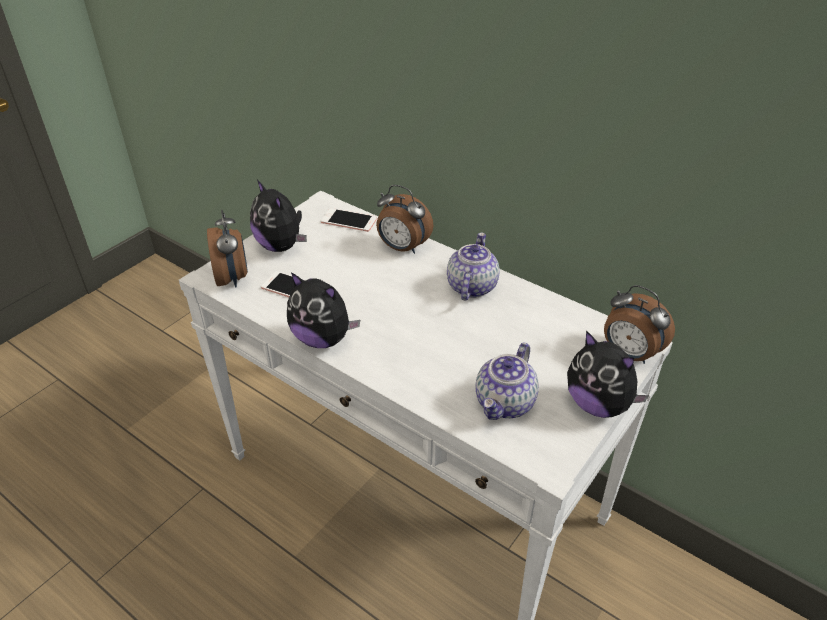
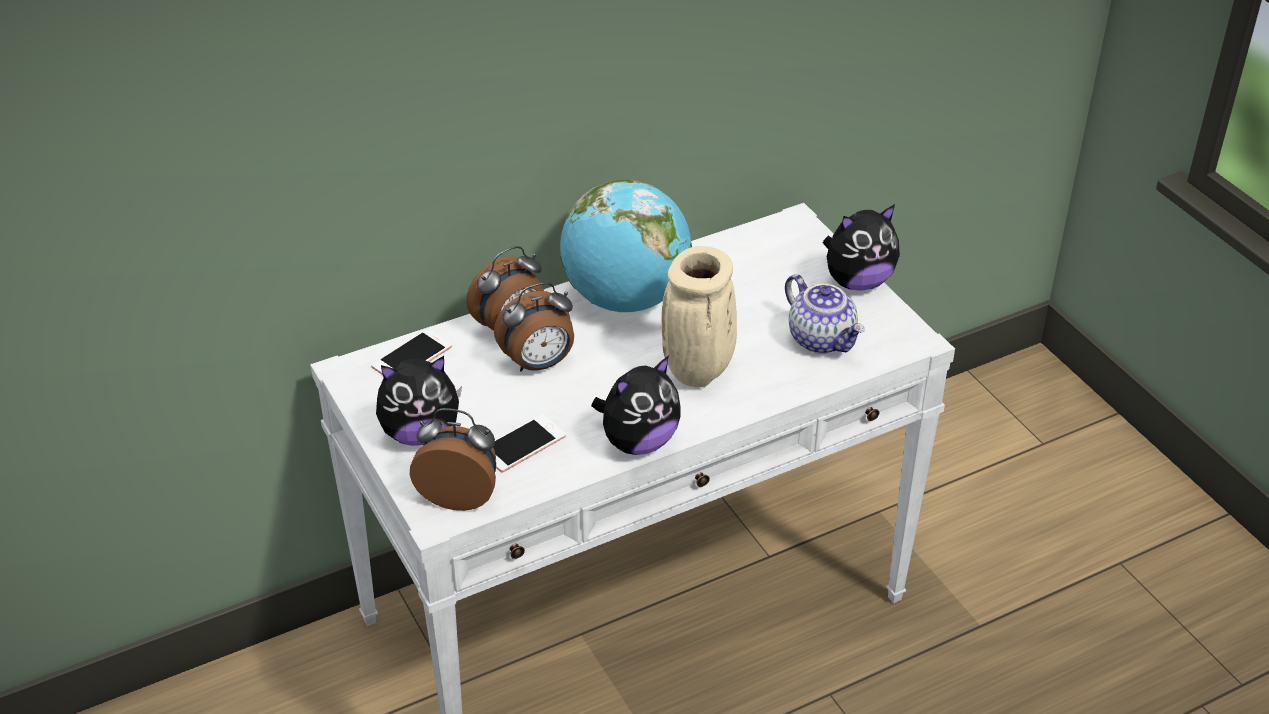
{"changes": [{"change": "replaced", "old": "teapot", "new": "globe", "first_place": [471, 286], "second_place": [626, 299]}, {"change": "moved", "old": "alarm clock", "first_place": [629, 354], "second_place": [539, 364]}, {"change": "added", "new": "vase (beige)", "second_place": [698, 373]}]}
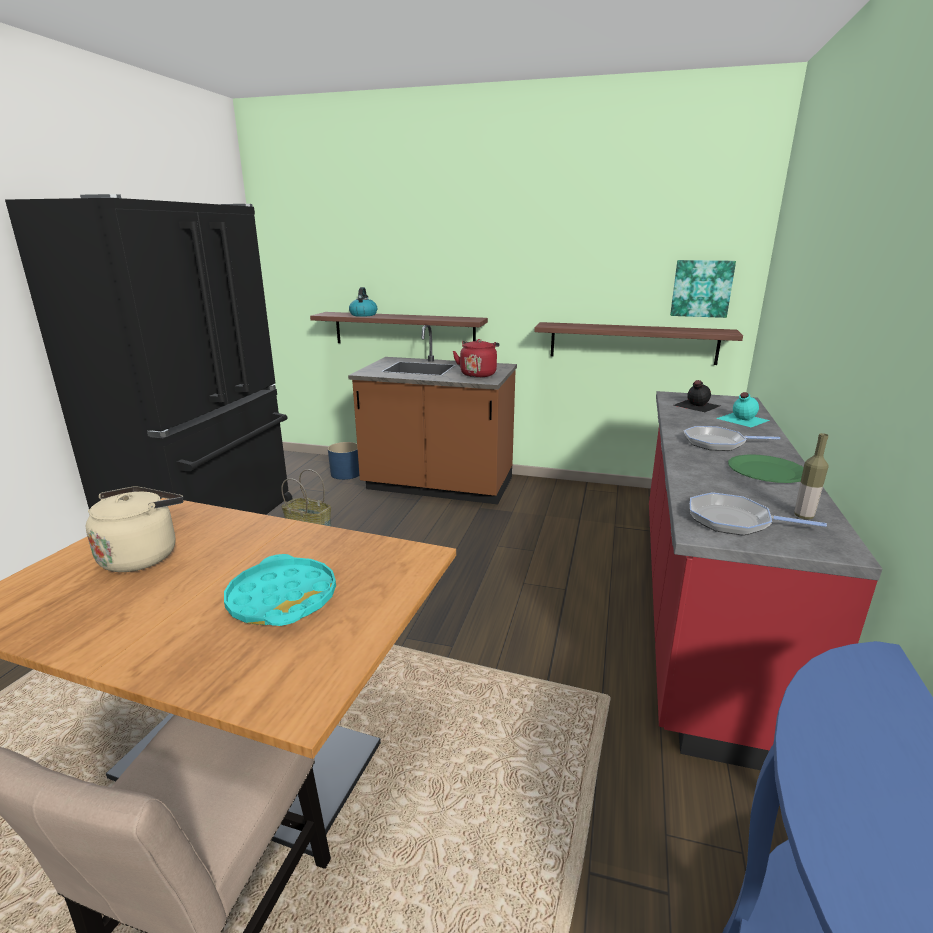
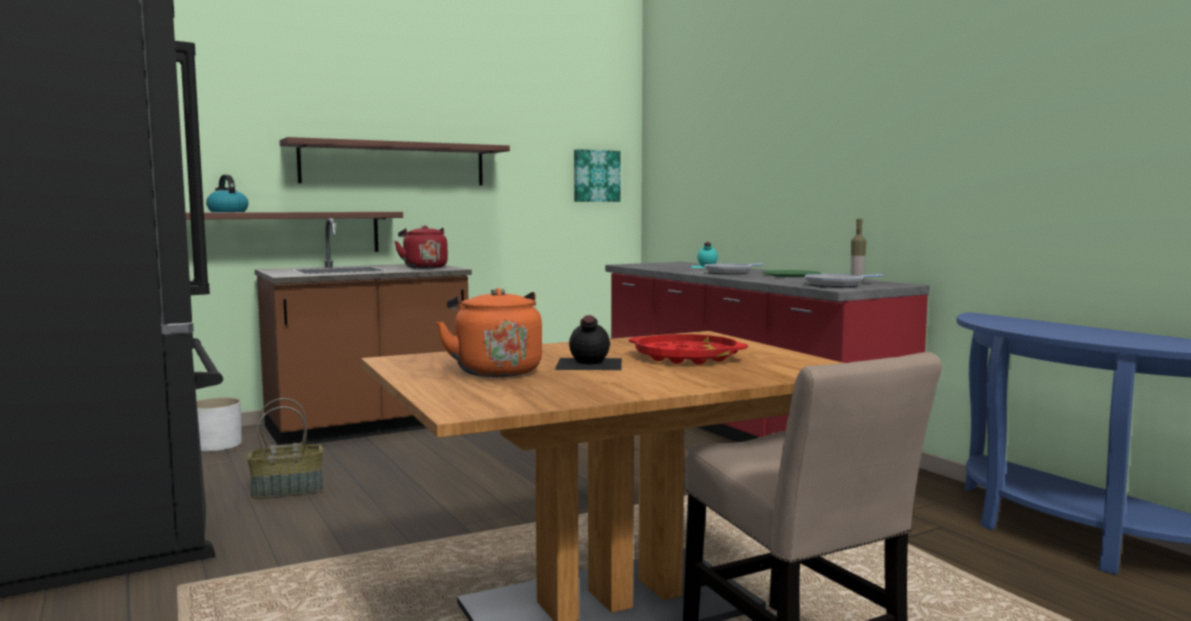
{"changes": [{"change": "moved", "old": "shelf", "first_place": [632, 343], "second_place": [394, 164]}, {"change": "moved", "old": "bottle (black)", "first_place": [695, 405], "second_place": [588, 364]}, {"change": "recoloured", "old": "planter (blue)", "new": "planter (white)", "first_place": [346, 473], "second_place": [217, 445]}, {"change": "recoloured", "old": "kettle (beige)", "new": "kettle (orange)", "first_place": [142, 555], "second_place": [495, 371]}, {"change": "recoloured", "old": "tray (turquoise)", "new": "tray (red)", "first_place": [282, 599], "second_place": [686, 357]}]}
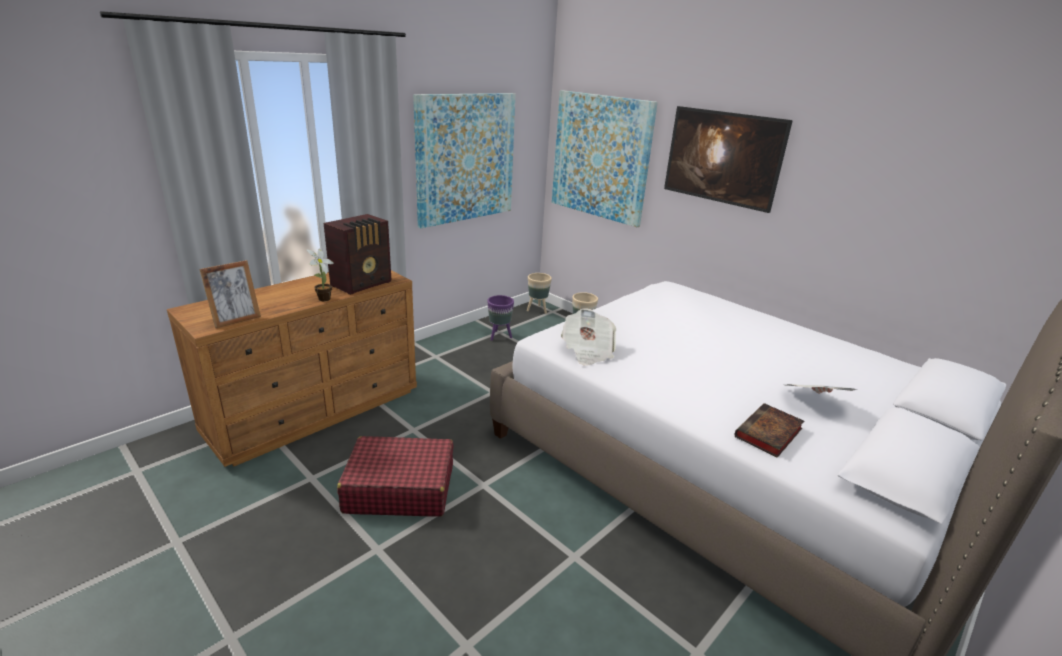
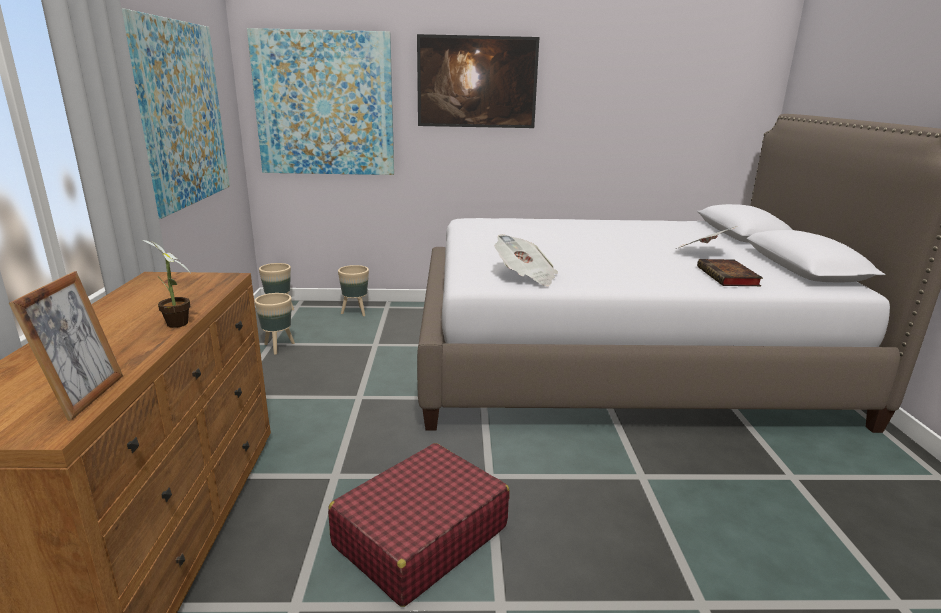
{"changes": [{"change": "removed", "old": "radio", "first_place": [363, 284]}, {"change": "recoloured", "old": "planter (purple)", "new": "planter (beige)", "first_place": [499, 336], "second_place": [278, 347]}]}
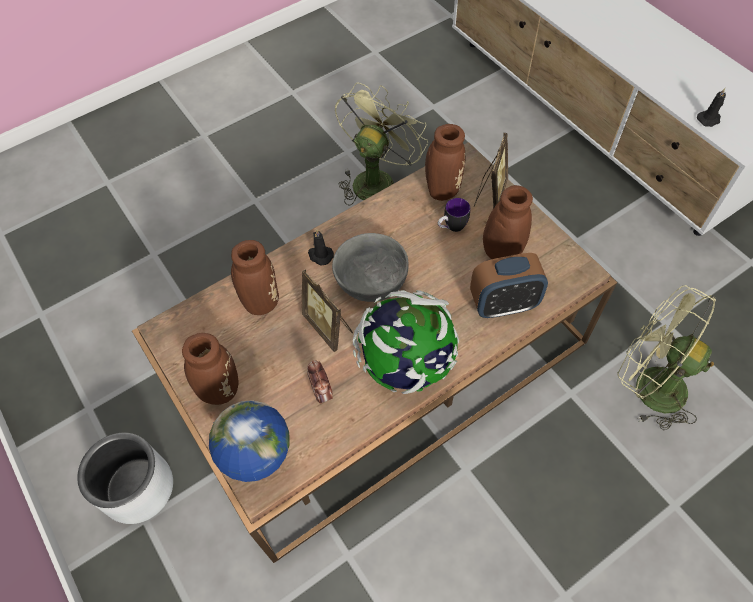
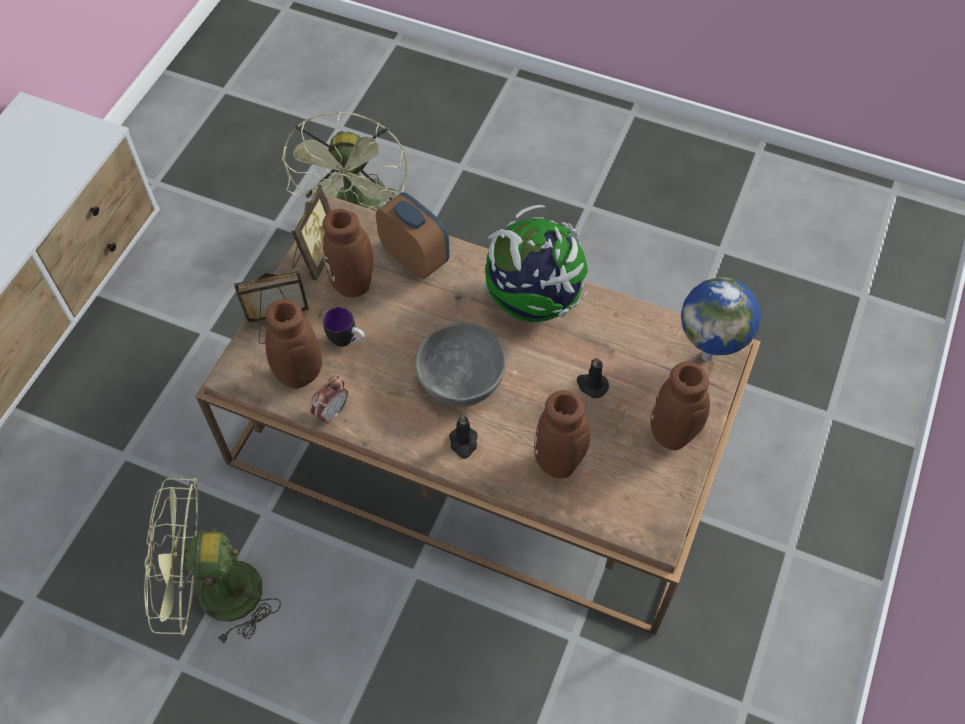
{"changes": [{"change": "moved", "old": "candle (black)", "first_place": [709, 119], "second_place": [591, 385]}, {"change": "moved", "old": "picture frame", "first_place": [329, 327], "second_place": [315, 256]}, {"change": "moved", "old": "alarm clock", "first_place": [322, 392], "second_place": [332, 412]}, {"change": "removed", "old": "planter (grey)", "first_place": [138, 489]}]}
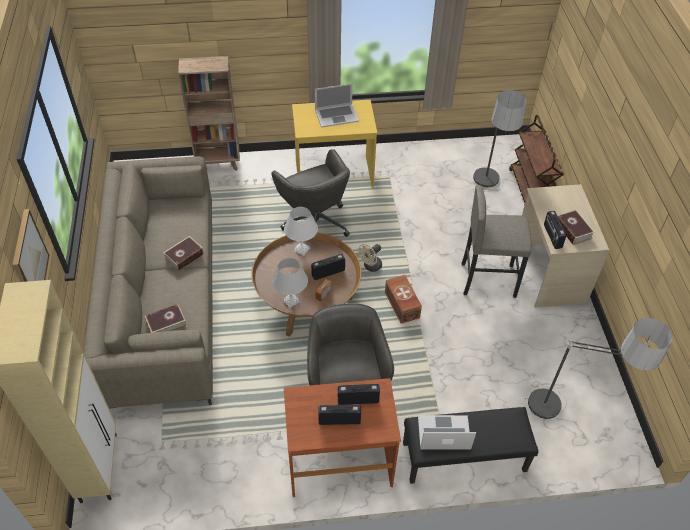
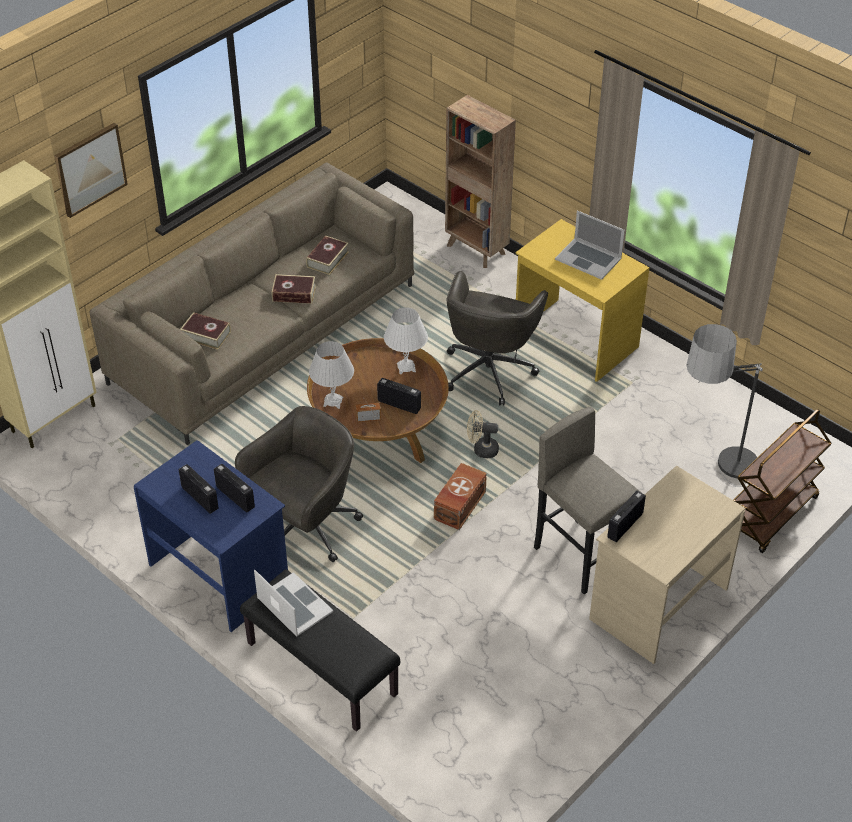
{"changes": [{"change": "moved", "old": "book", "first_place": [573, 230], "second_place": [327, 259]}, {"change": "removed", "old": "floor lamp", "first_place": [569, 416]}, {"change": "recoloured", "old": "desk (brown)", "new": "desk (blue)", "first_place": [339, 460], "second_place": [220, 574]}]}
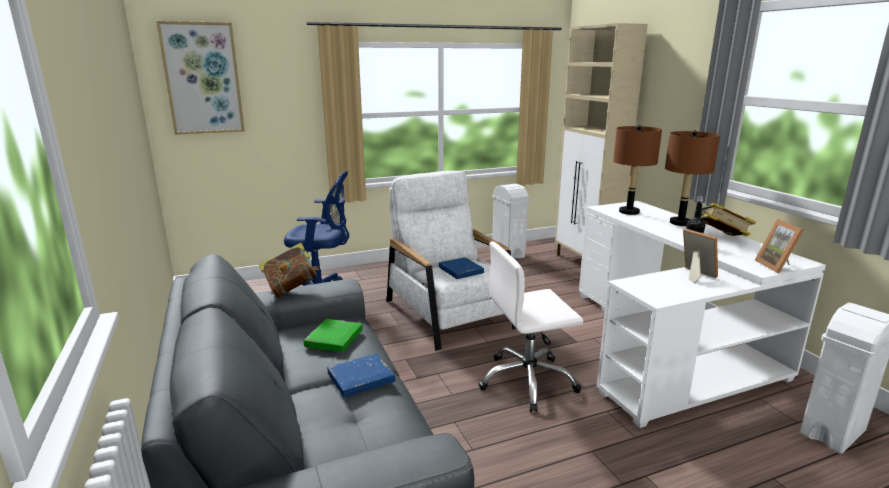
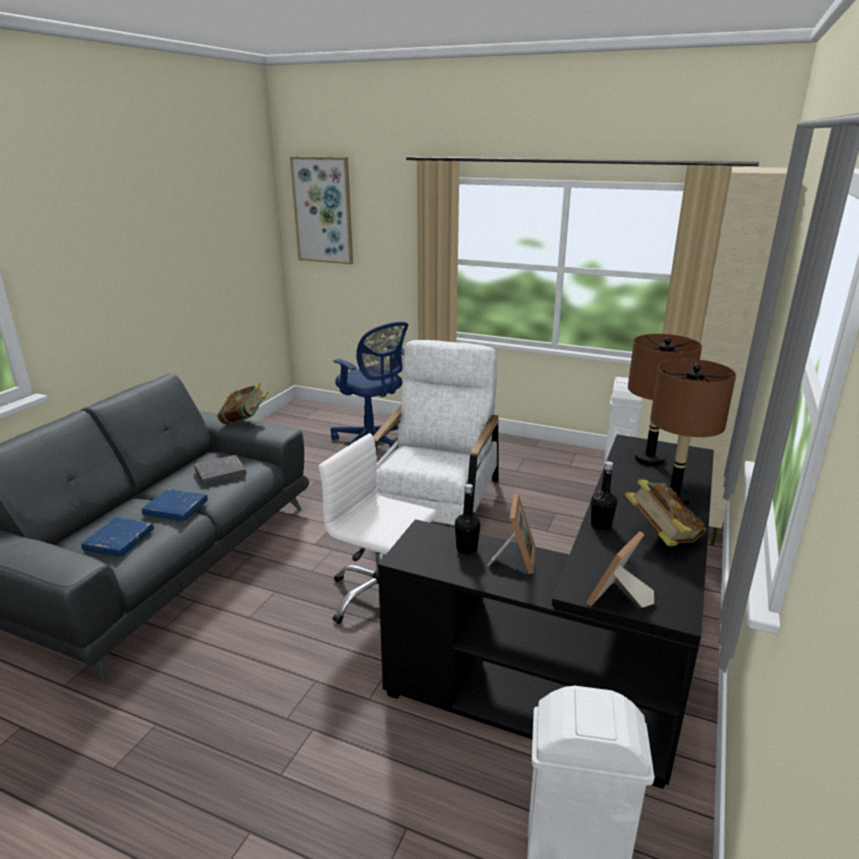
{"changes": [{"change": "recoloured", "old": "desk (white)", "new": "desk (black)", "first_place": [669, 347], "second_place": [588, 656]}, {"change": "moved", "old": "book (blue)", "first_place": [461, 271], "second_place": [119, 540]}, {"change": "recoloured", "old": "book (green)", "new": "book (grey)", "first_place": [334, 339], "second_place": [220, 473]}, {"change": "added", "new": "bottle (black)", "second_place": [466, 549]}]}
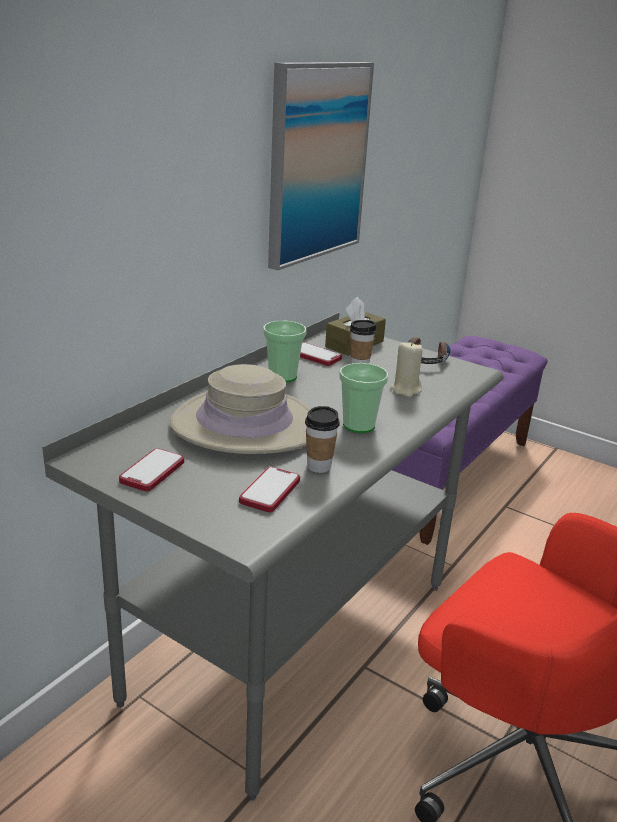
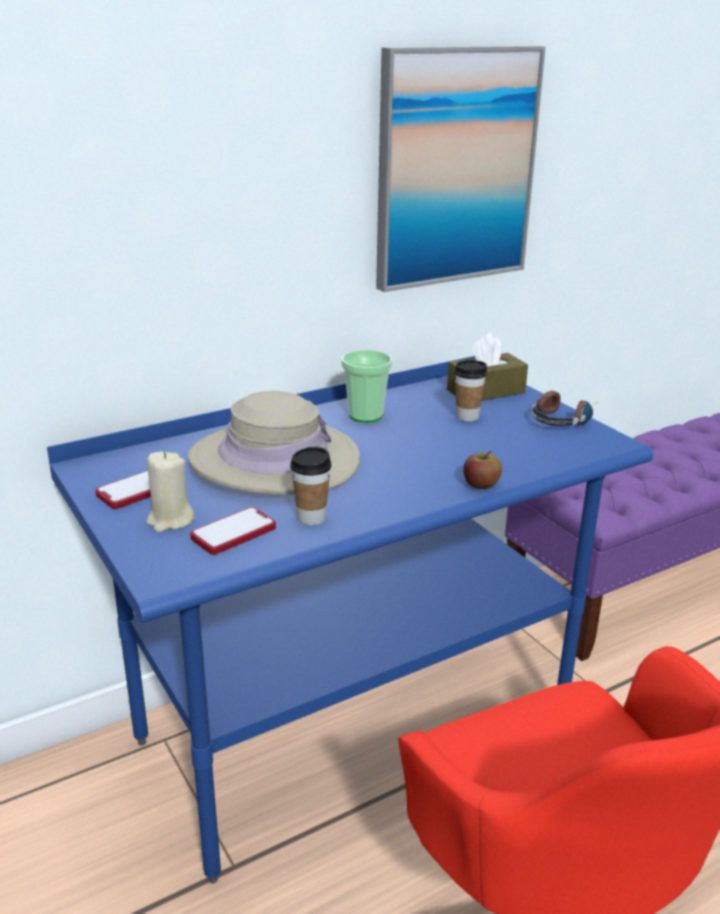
{"changes": [{"change": "recoloured", "old": "desk (grey)", "new": "desk (blue)", "first_place": [293, 639], "second_place": [354, 727]}, {"change": "moved", "old": "candle (beige)", "first_place": [406, 390], "second_place": [170, 520]}, {"change": "removed", "old": "phone", "first_place": [315, 356]}, {"change": "removed", "old": "cup", "first_place": [359, 425]}, {"change": "added", "new": "apple", "second_place": [481, 484]}]}
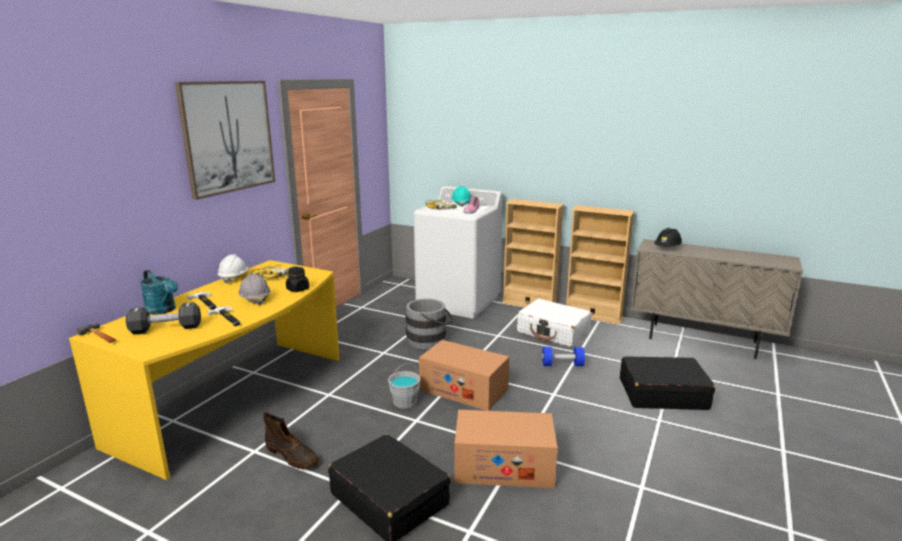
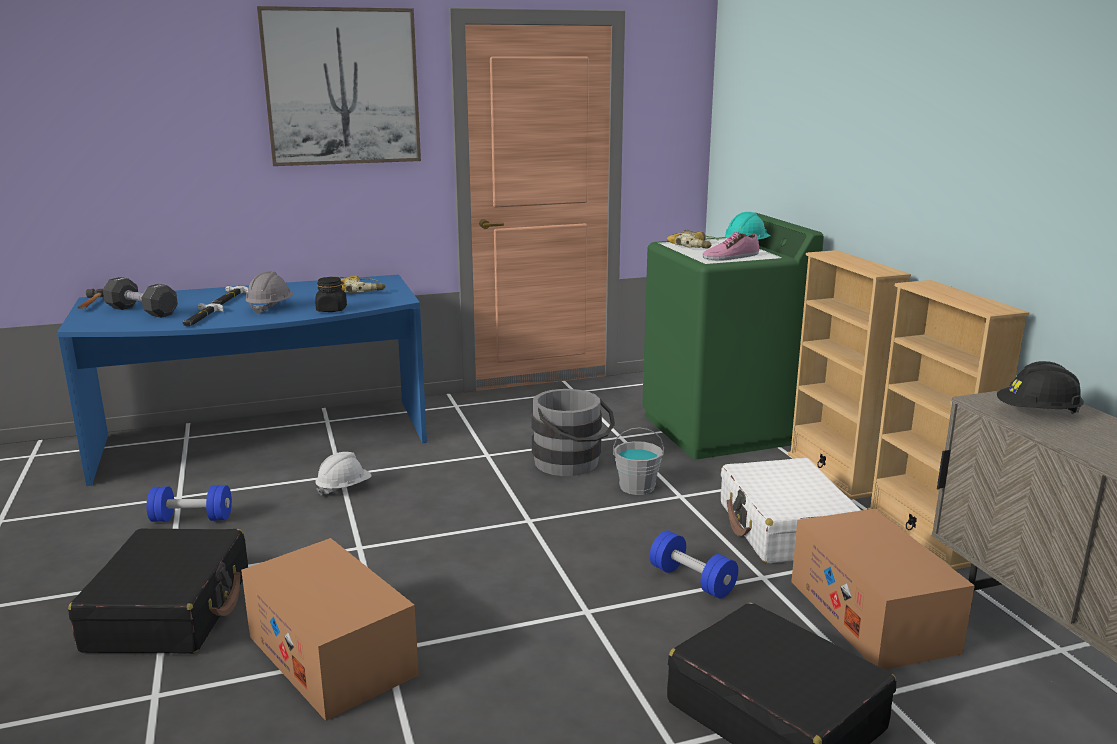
{"changes": [{"change": "recoloured", "old": "washing machine (white)", "new": "washing machine (green)", "first_place": [459, 302], "second_place": [721, 429]}, {"change": "moved", "old": "hard hat (white)", "first_place": [234, 278], "second_place": [344, 488]}, {"change": "recoloured", "old": "desk (yellow)", "new": "desk (blue)", "first_place": [239, 400], "second_place": [263, 443]}, {"change": "removed", "old": "watering can (turquoise)", "first_place": [163, 310]}, {"change": "moved", "old": "cardboard box", "first_place": [463, 389], "second_place": [871, 615]}, {"change": "moved", "old": "bucket (grey)", "first_place": [404, 402], "second_place": [637, 487]}, {"change": "replaced", "old": "boot (brown)", "new": "dumbbell (blue)", "first_place": [292, 456], "second_place": [192, 519]}]}
